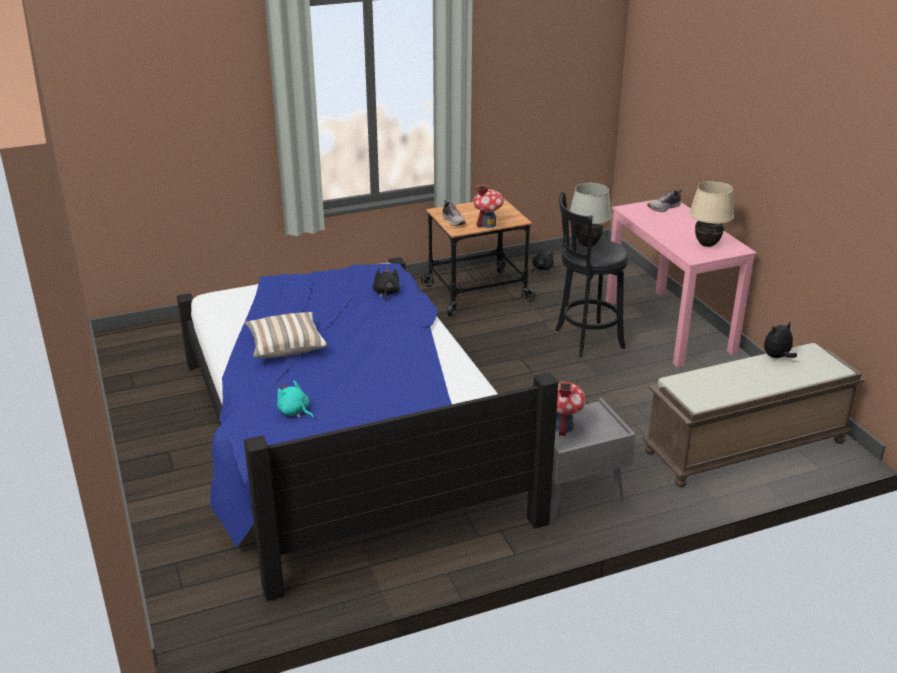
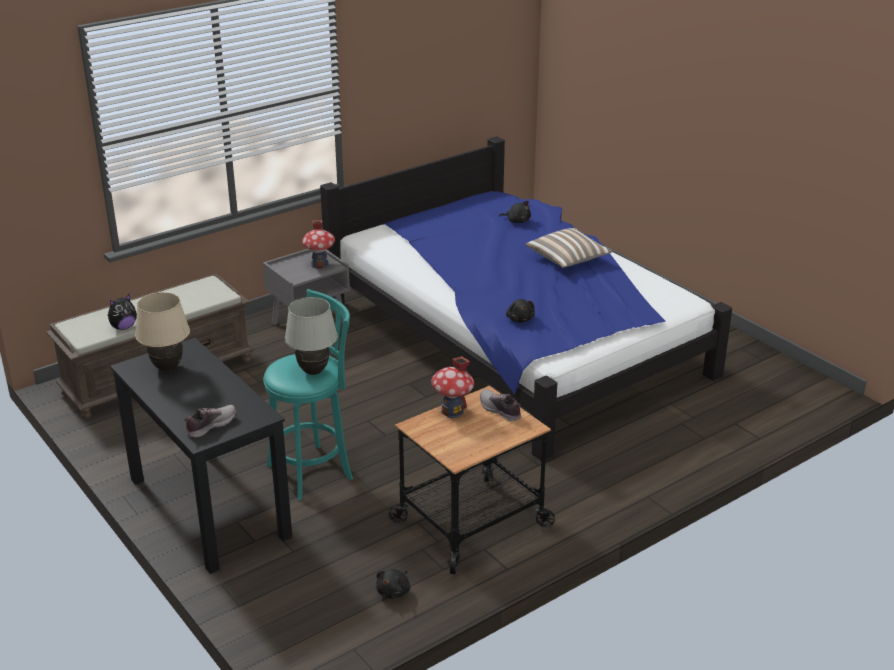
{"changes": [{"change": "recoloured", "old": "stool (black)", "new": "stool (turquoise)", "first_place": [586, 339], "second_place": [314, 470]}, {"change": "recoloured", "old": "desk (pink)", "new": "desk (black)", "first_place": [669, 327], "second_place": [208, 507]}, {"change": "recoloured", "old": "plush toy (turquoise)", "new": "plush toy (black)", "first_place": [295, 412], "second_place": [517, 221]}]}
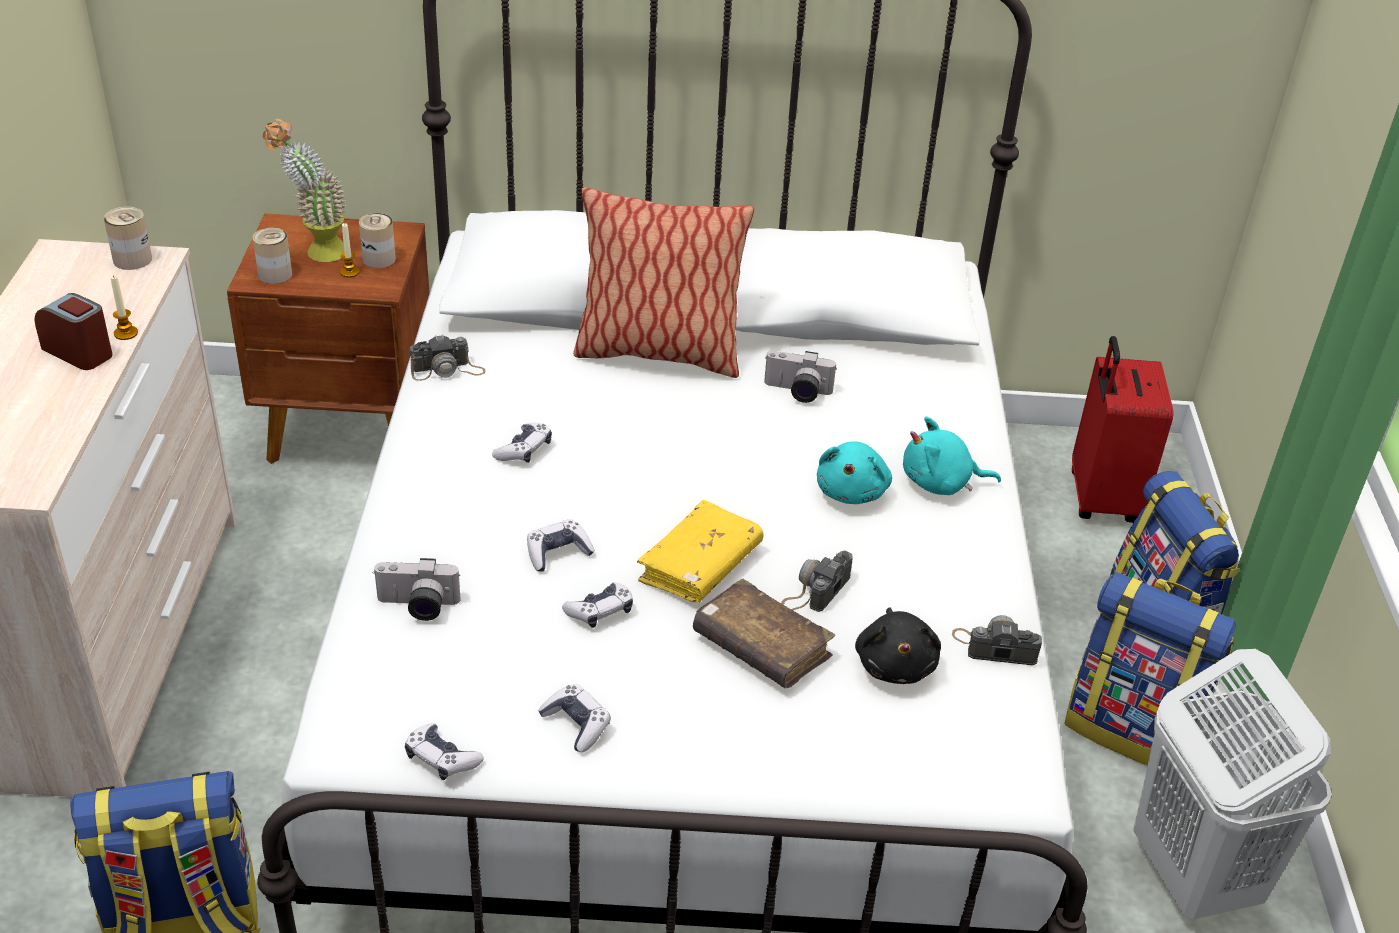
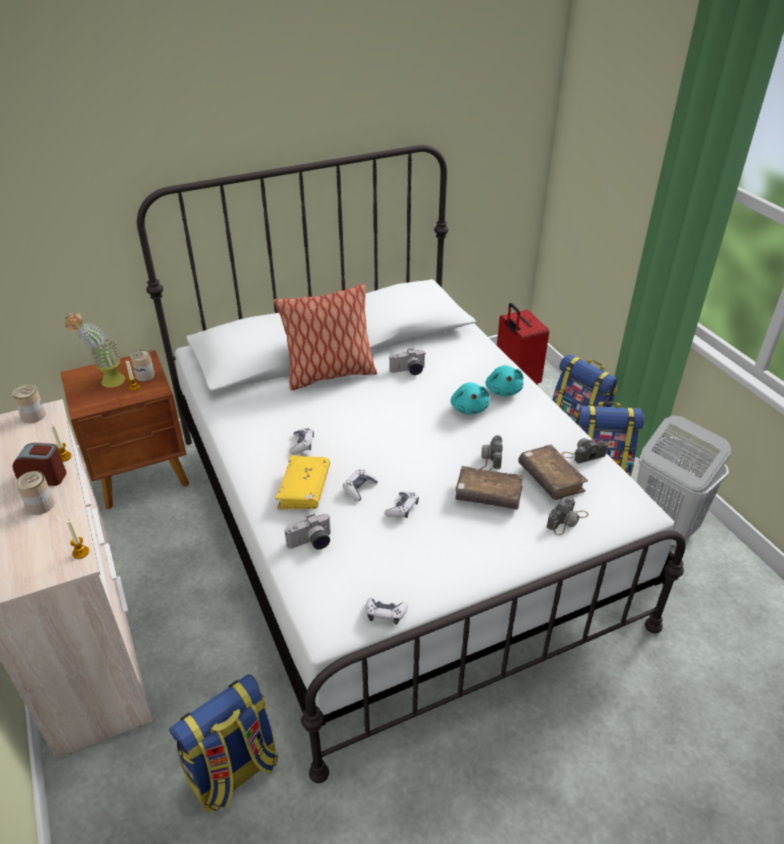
{"changes": [{"change": "moved", "old": "can", "first_place": [275, 274], "second_place": [40, 505]}, {"change": "moved", "old": "photo camera", "first_place": [447, 370], "second_place": [567, 520]}, {"change": "turned", "old": "plush toy (turquoise)", "first_place": [941, 483], "second_place": [503, 390], "degrees": -75}, {"change": "moved", "old": "book (yellow)", "first_place": [700, 565], "second_place": [304, 489]}, {"change": "replaced", "old": "plush toy (black)", "new": "book (brown)", "first_place": [895, 664], "second_place": [550, 479]}, {"change": "removed", "old": "game controller", "first_place": [576, 724]}, {"change": "added", "new": "candle", "second_place": [80, 552]}]}
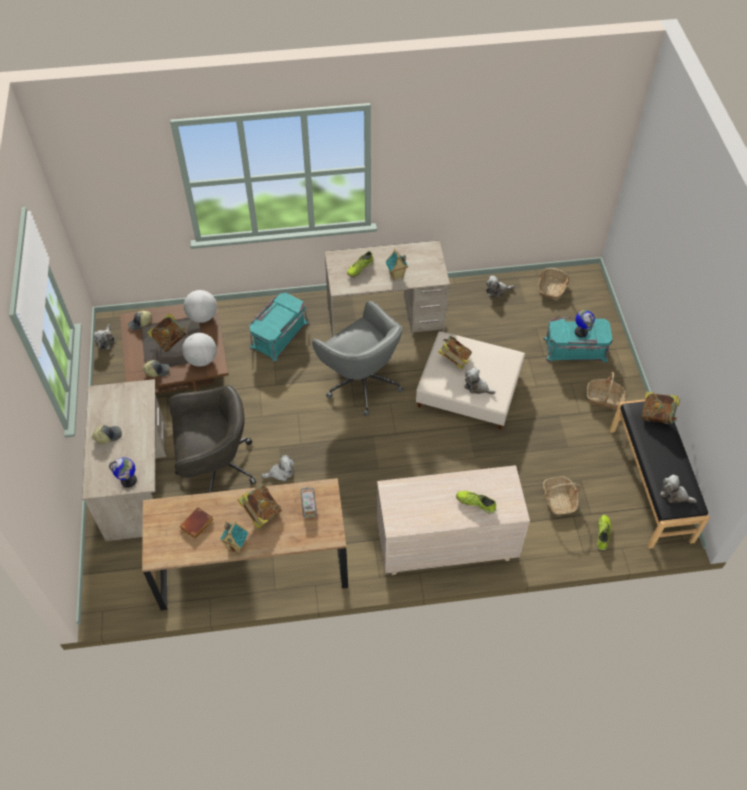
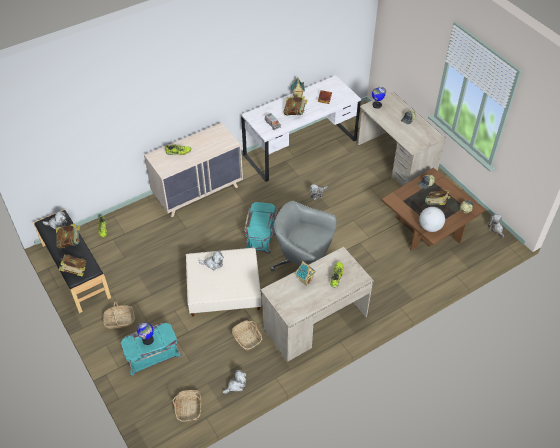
{"changes": [{"change": "moved", "old": "storage box (turquoise)", "first_place": [279, 334], "second_place": [261, 234]}, {"change": "removed", "old": "globe", "first_place": [202, 359]}, {"change": "moved", "old": "book", "first_place": [454, 359], "second_place": [70, 242]}, {"change": "removed", "old": "office chair (grey)", "first_place": [215, 467]}, {"change": "moved", "old": "basket", "first_place": [559, 499], "second_place": [246, 338]}, {"change": "recoloured", "old": "desk (brown)", "new": "desk (white)", "first_place": [253, 565], "second_place": [300, 148]}]}
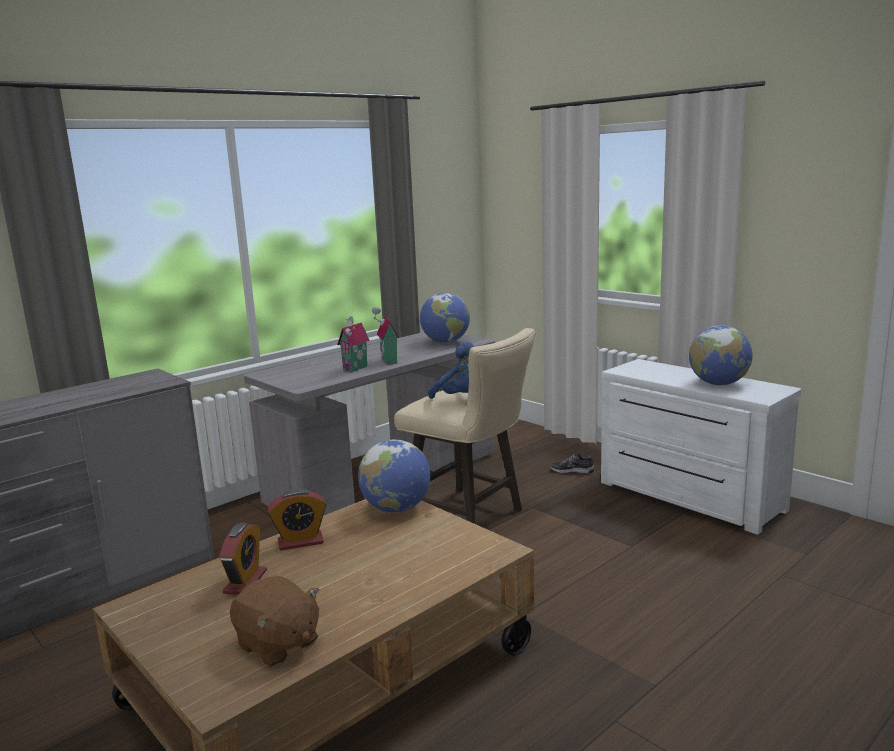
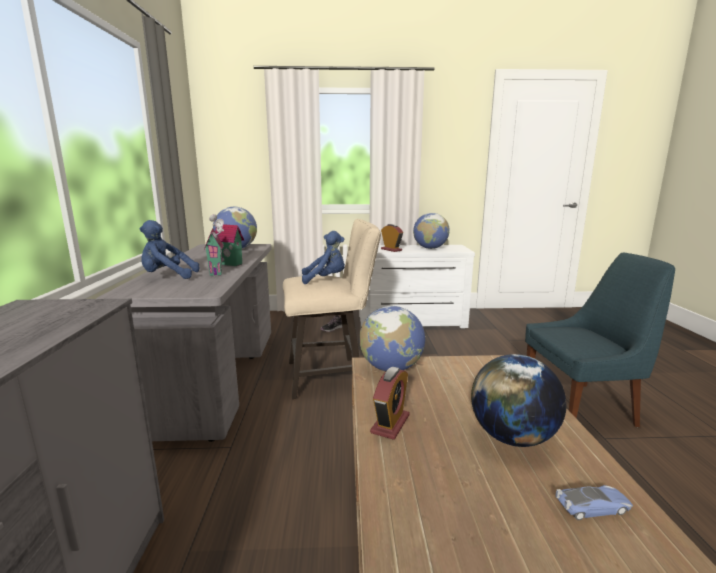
{"changes": [{"change": "moved", "old": "alarm clock", "first_place": [245, 582], "second_place": [391, 250]}, {"change": "replaced", "old": "plush toy (brown)", "new": "toy car", "first_place": [278, 645], "second_place": [592, 506]}, {"change": "added", "new": "plush toy (blue)", "second_place": [167, 277]}, {"change": "added", "new": "chair (blue)", "second_place": [581, 406]}, {"change": "added", "new": "globe", "second_place": [512, 437]}]}
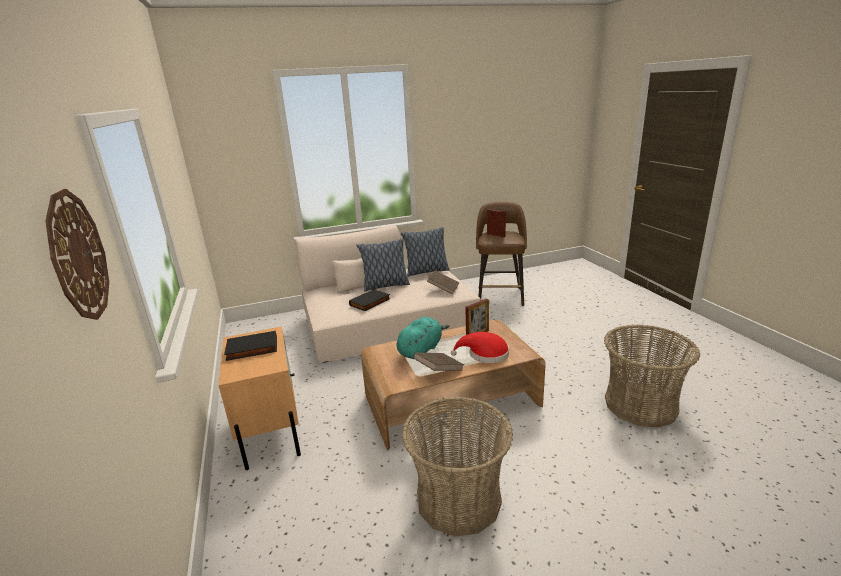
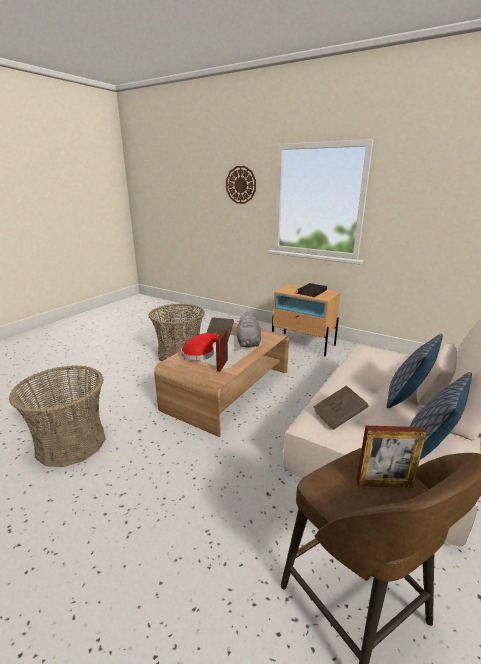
{"changes": [{"change": "removed", "old": "book (black)", "first_place": [370, 302]}, {"change": "recoloured", "old": "plush toy (turquoise)", "new": "plush toy (grey)", "first_place": [421, 350], "second_place": [248, 343]}]}
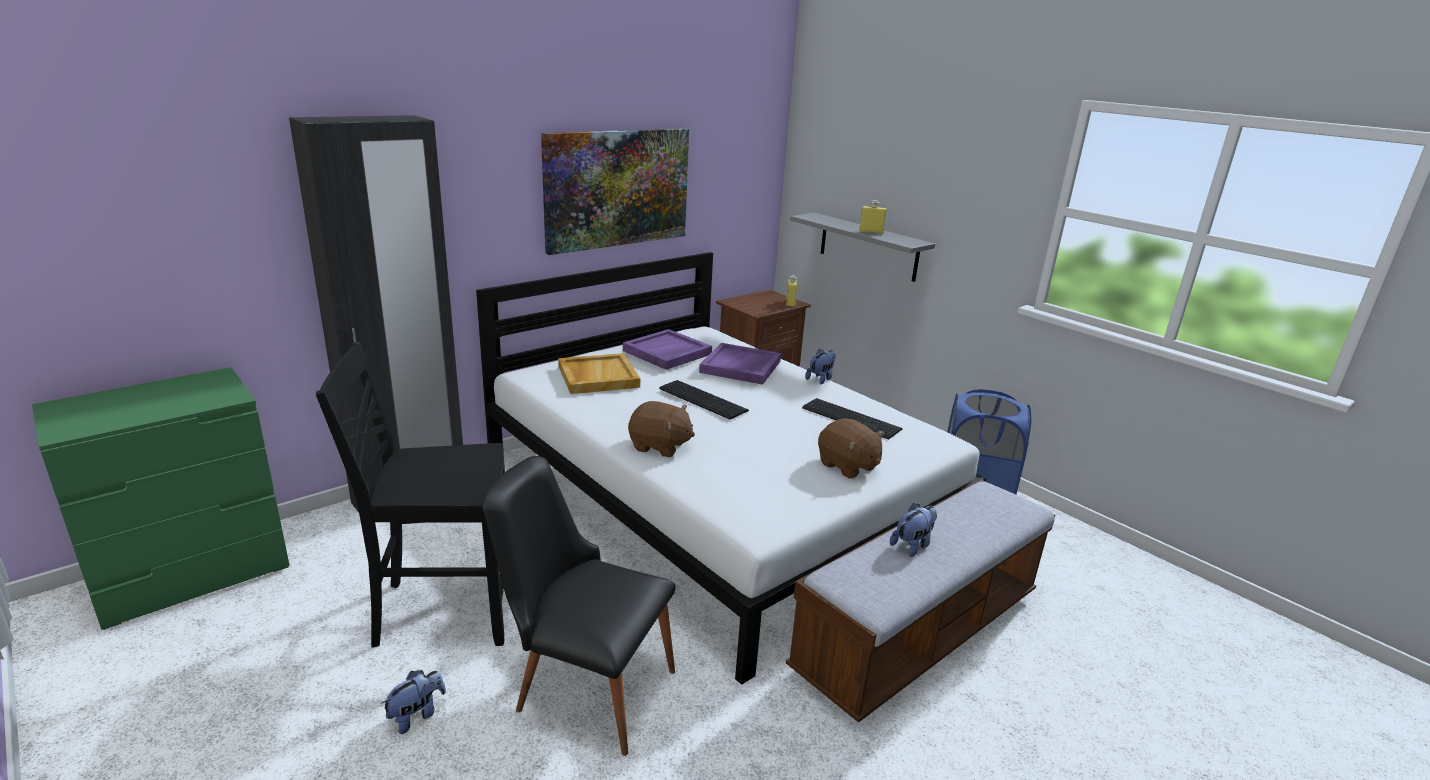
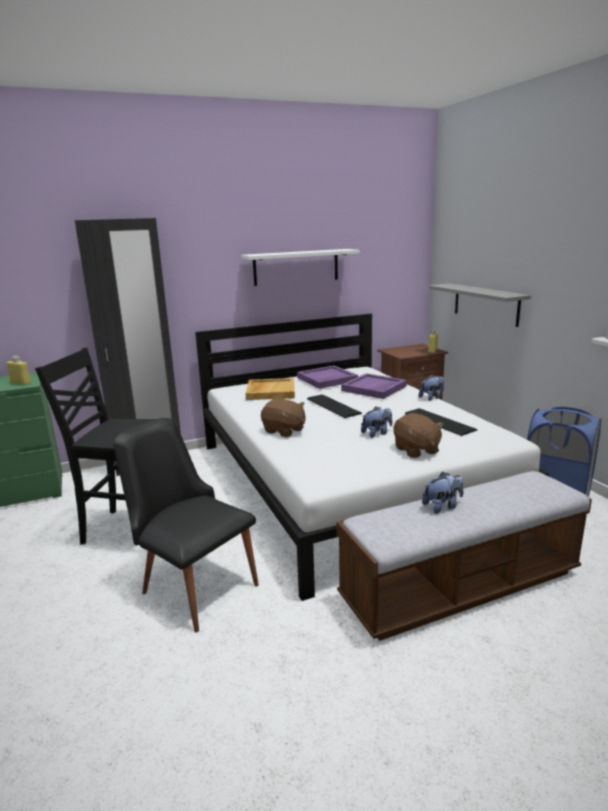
{"changes": [{"change": "replaced", "old": "picture", "new": "shelf (white)", "first_place": [617, 188], "second_place": [296, 267]}, {"change": "moved", "old": "bottle (yellow)", "first_place": [871, 232], "second_place": [21, 383]}, {"change": "moved", "old": "plush toy", "first_place": [417, 715], "second_place": [377, 433]}]}
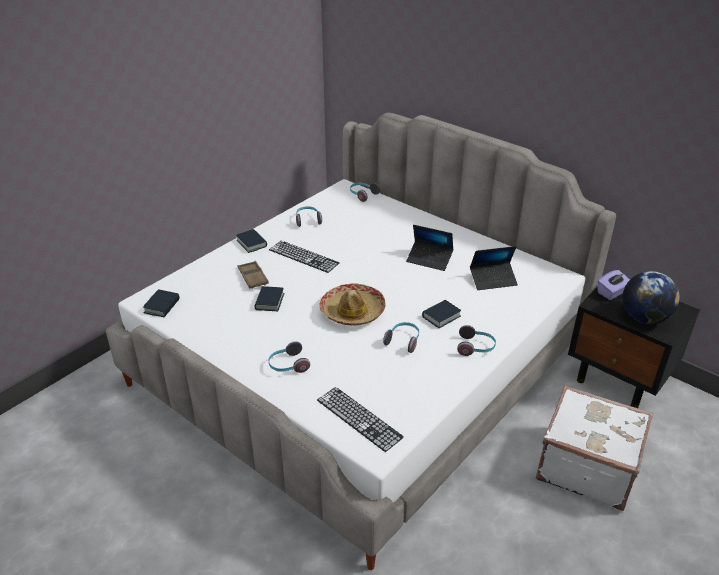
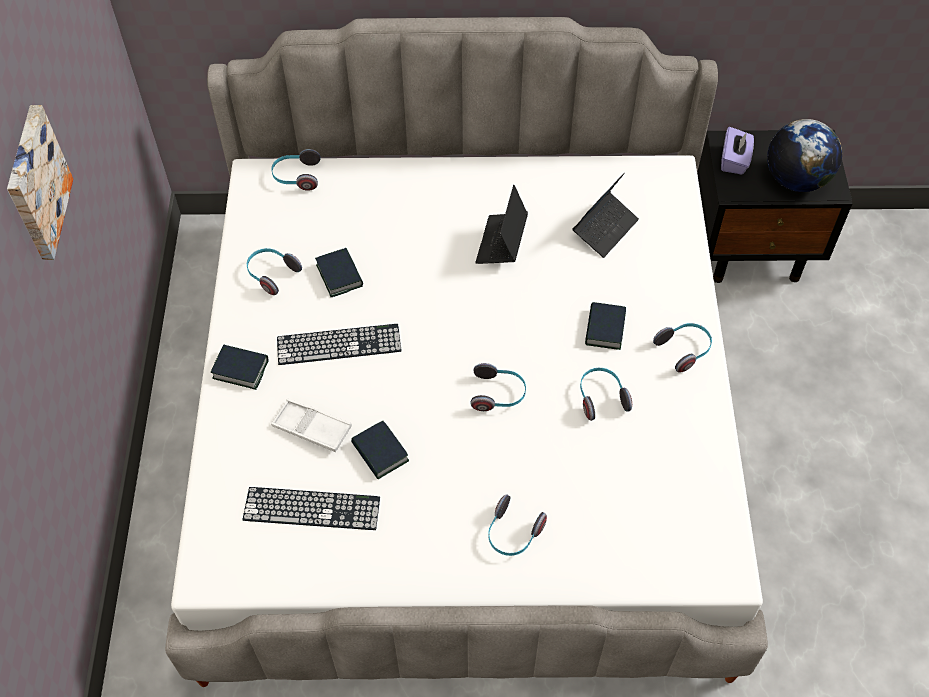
{"changes": [{"change": "turned", "old": "laptop", "first_place": [429, 259], "second_place": [501, 243], "degrees": 120}, {"change": "recoloured", "old": "tray (brown)", "new": "tray (white)", "first_place": [253, 277], "second_place": [312, 428]}, {"change": "replaced", "old": "hat", "new": "headphones", "first_place": [352, 311], "second_place": [498, 394]}, {"change": "moved", "old": "book", "first_place": [162, 306], "second_place": [339, 275]}, {"change": "removed", "old": "suitcase (white)", "first_place": [586, 466]}, {"change": "moved", "old": "keyboard", "first_place": [359, 418], "second_place": [312, 508]}, {"change": "added", "new": "picture", "second_place": [35, 183]}]}
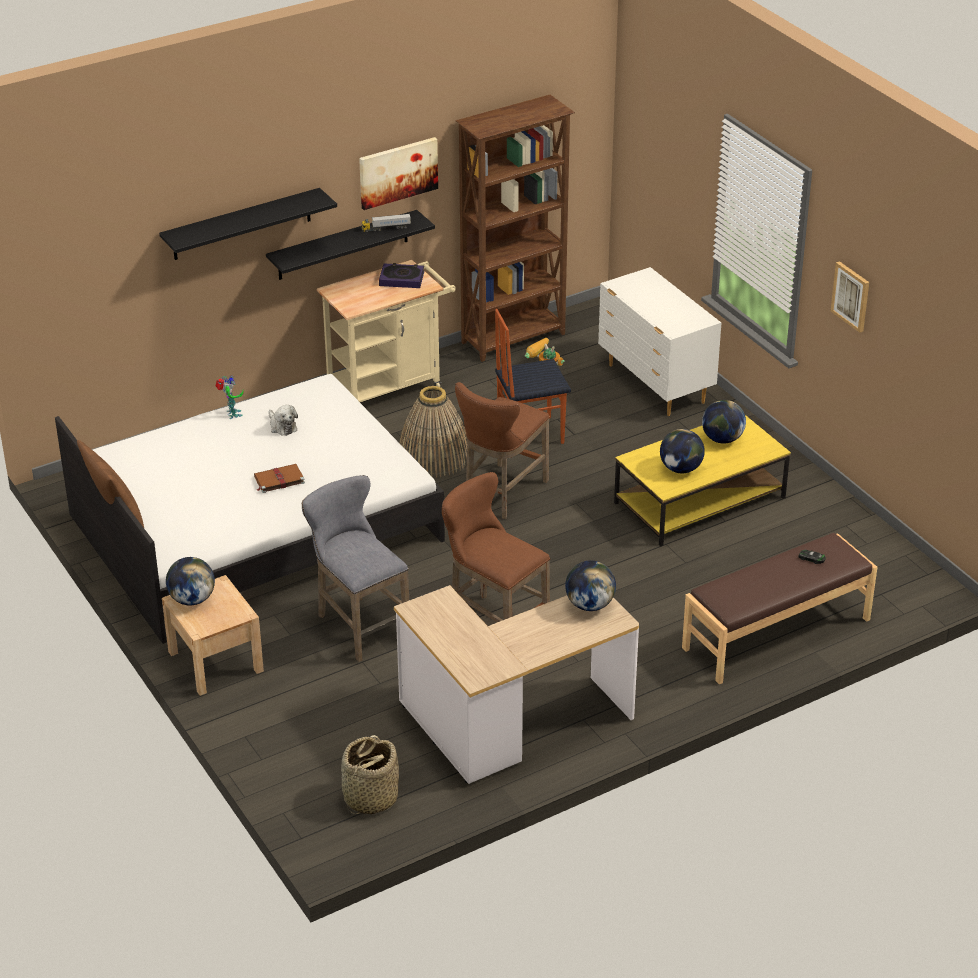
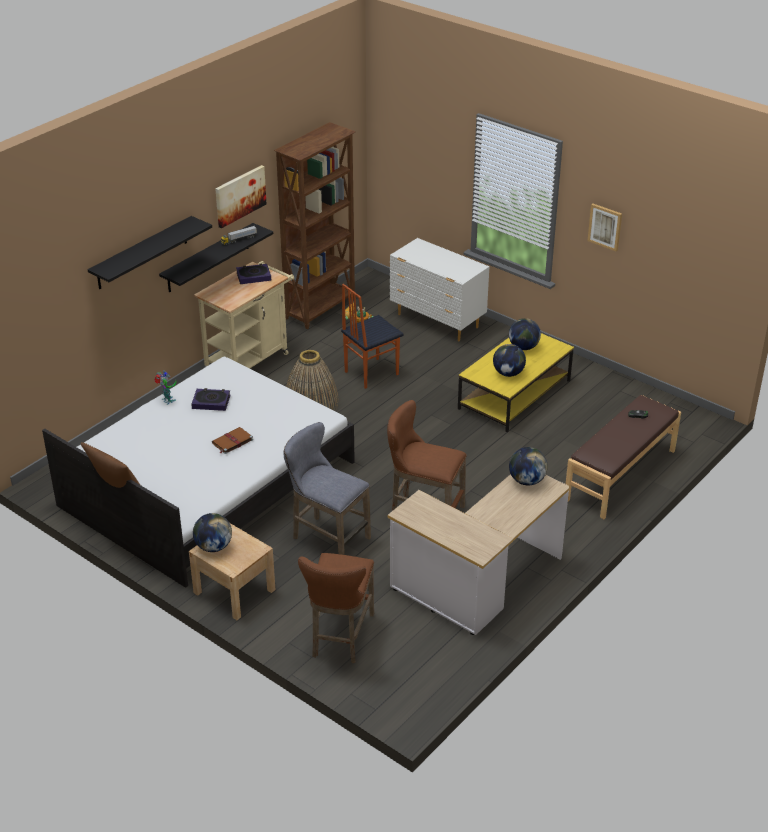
{"changes": [{"change": "moved", "old": "stool (brown)", "first_place": [501, 494], "second_place": [340, 638]}, {"change": "replaced", "old": "plush toy", "new": "book", "first_place": [282, 426], "second_place": [211, 402]}, {"change": "removed", "old": "basket", "first_place": [370, 797]}]}
